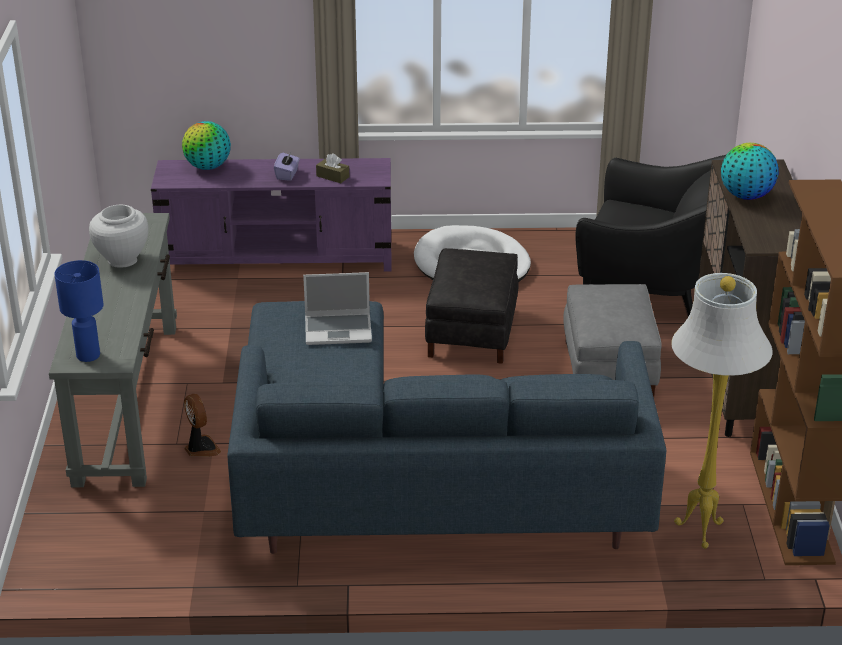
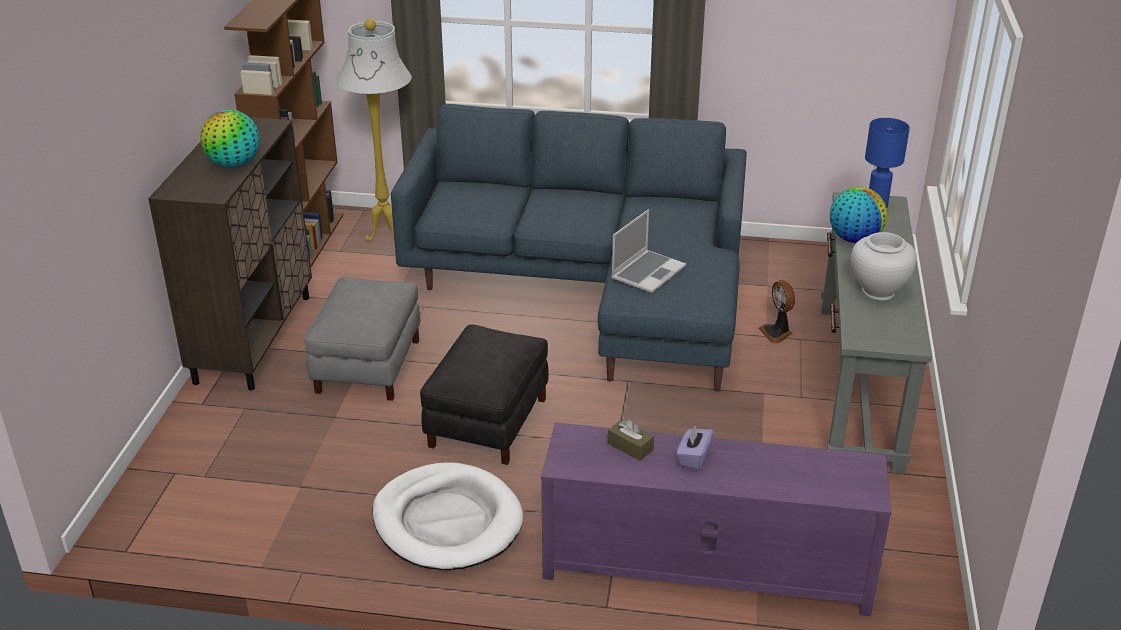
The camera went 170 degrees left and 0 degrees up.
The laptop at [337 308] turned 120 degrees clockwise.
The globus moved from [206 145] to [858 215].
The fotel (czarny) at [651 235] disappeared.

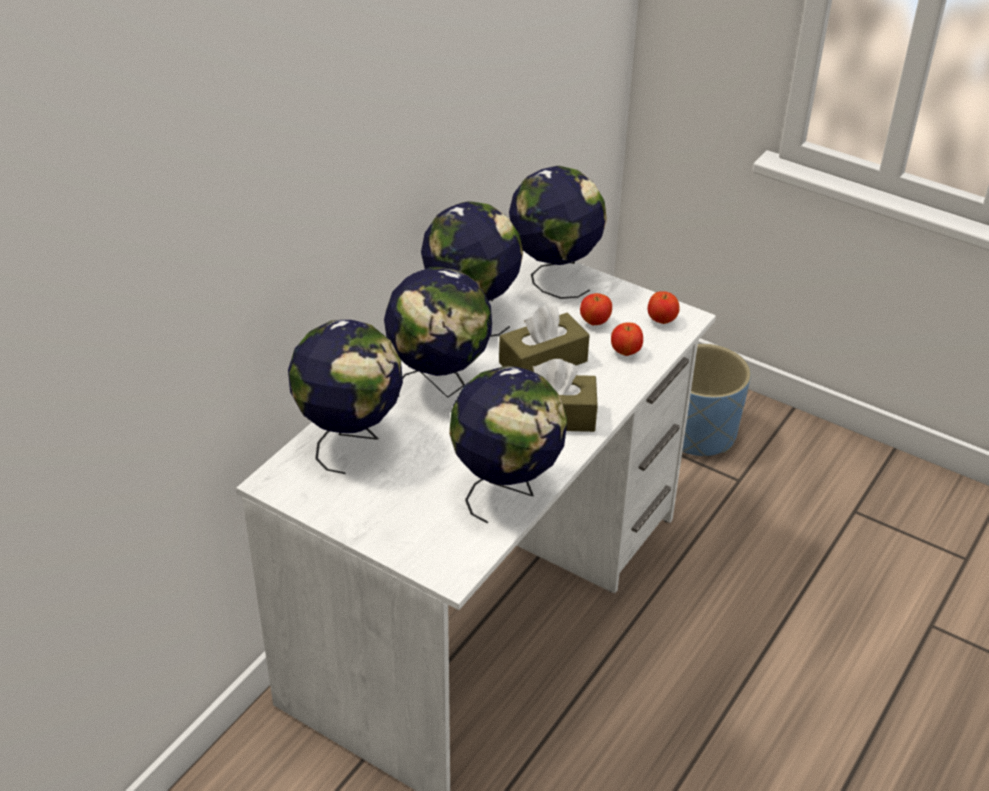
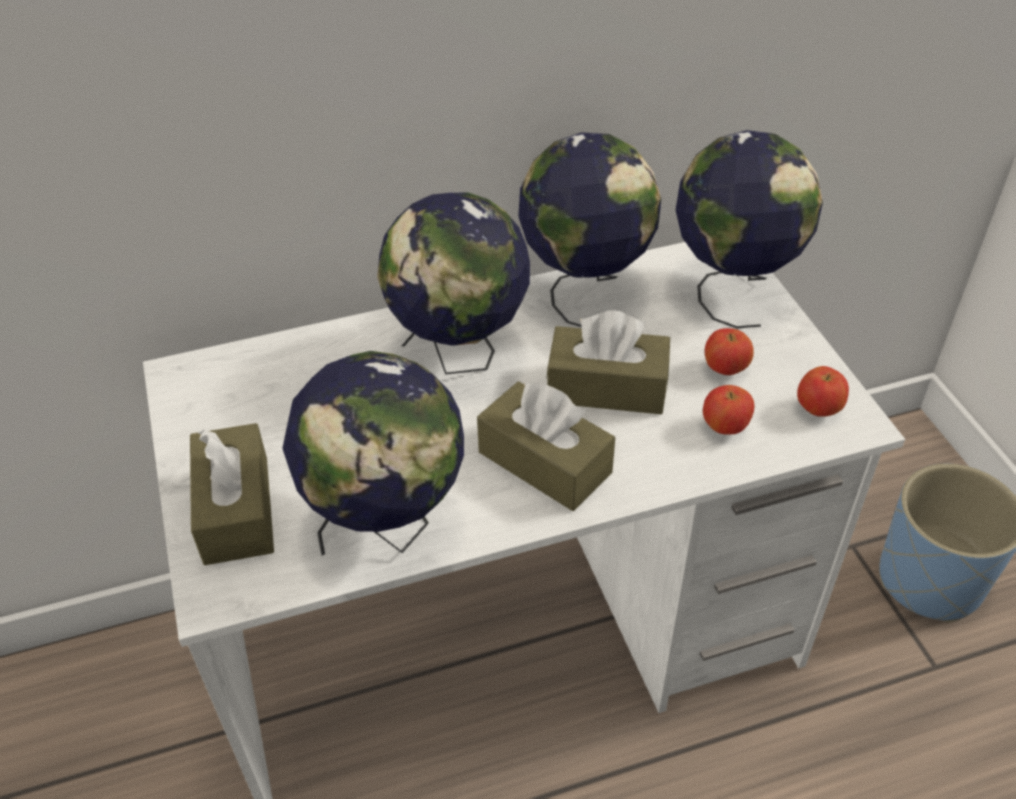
The camera went 40 degrees right and 5 degrees up.
The pudełko chusteczek (brązowy) at [232 494] appeared.
The globus at [345 397] disappeared.

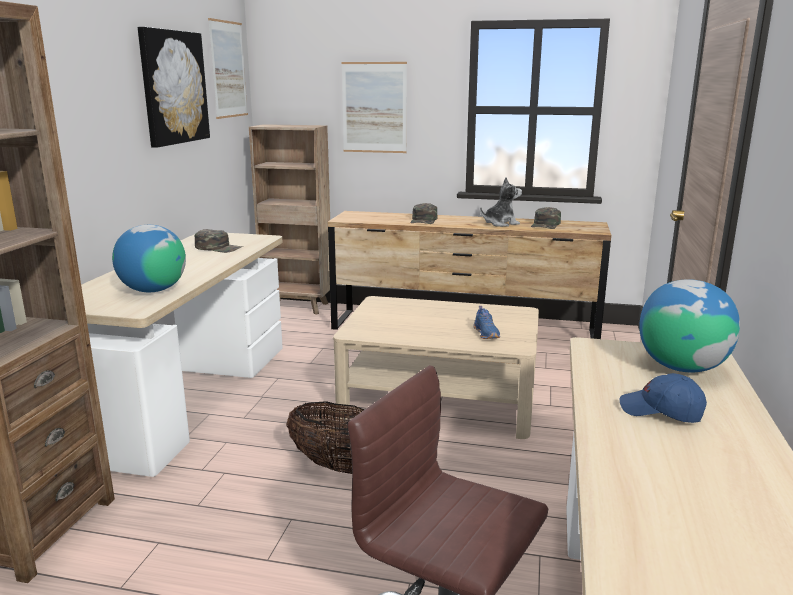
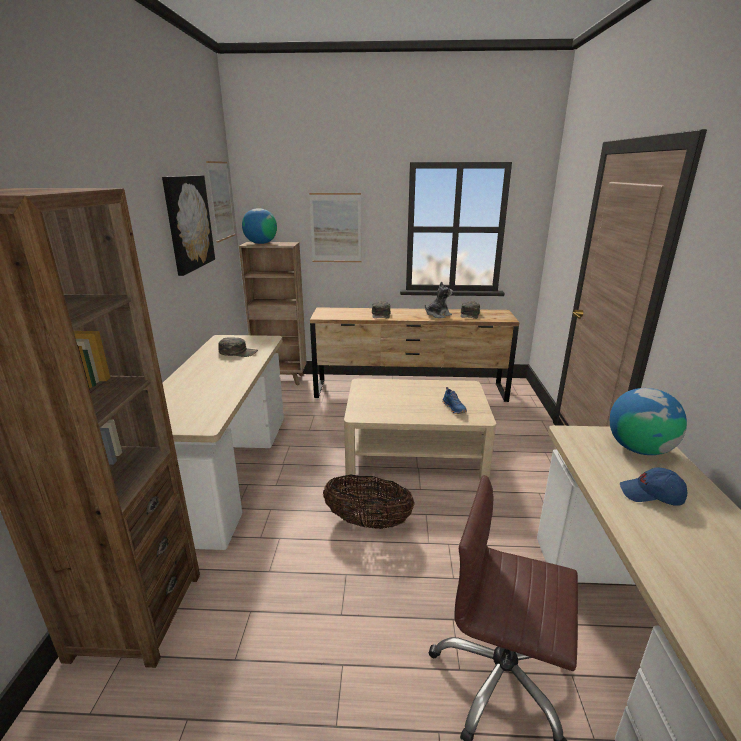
The camera went 10 degrees left and 5 degrees up.
The globus moved from [149 258] to [259 226].

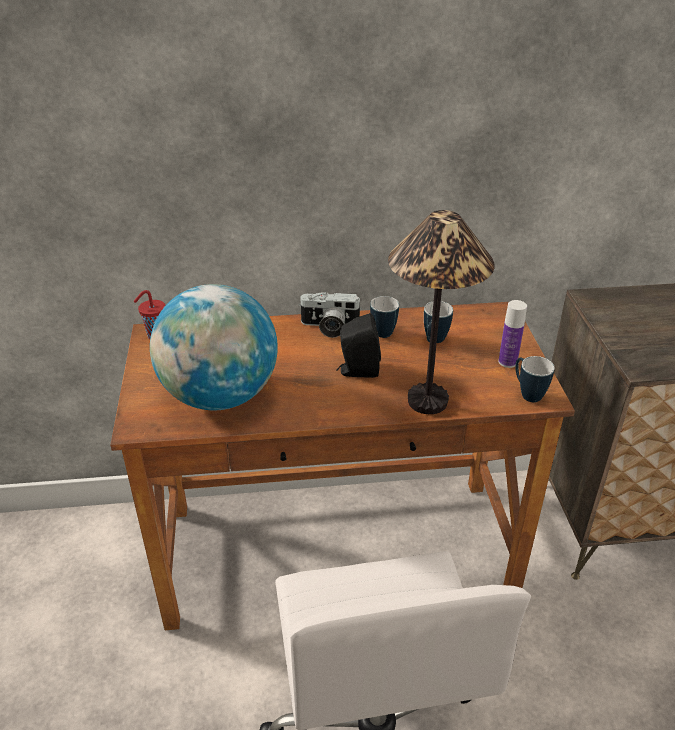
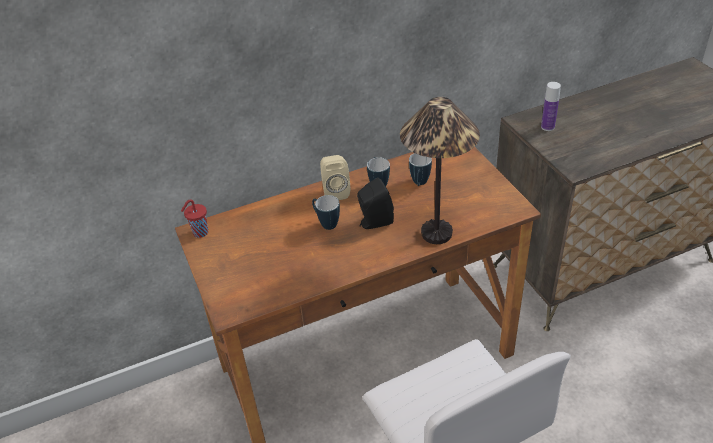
The camera went 15 degrees left and 5 degrees up.
The kubek moved from [535 379] to [326 212].
The aparat fotograficzny at [330 315] was replaced by the głośnik (beżowy) at [335 177].
The butelka moved from [512 334] to [551 106].
The globus at [214 347] disappeared.

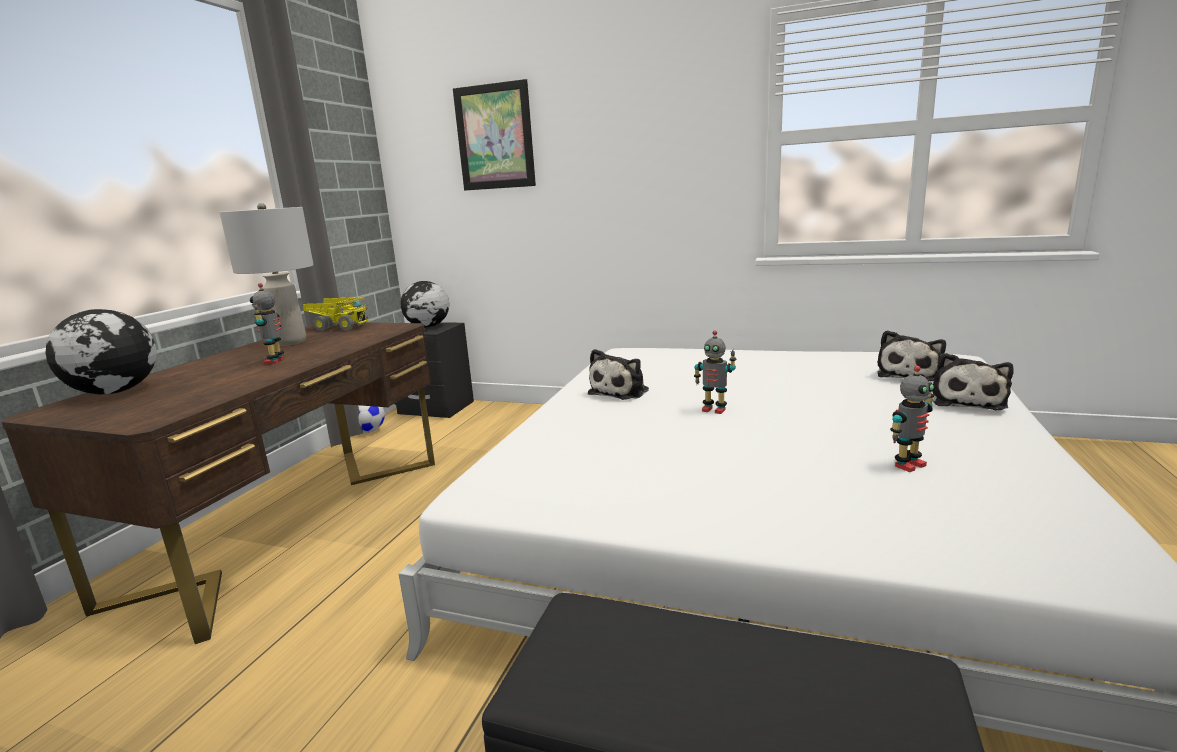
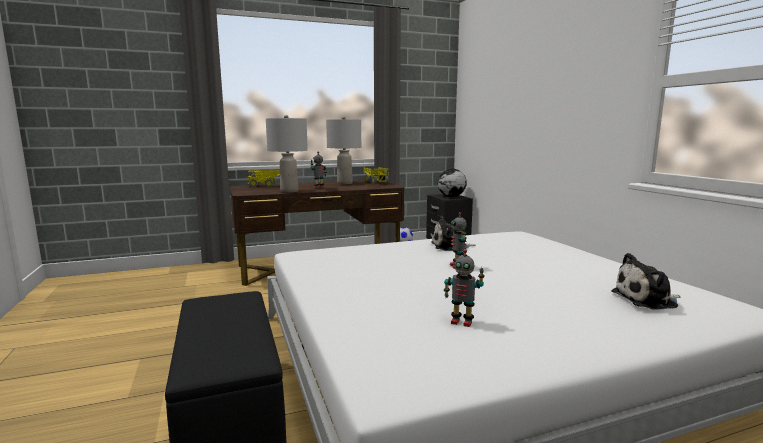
The camera went 50 degrees right and 5 degrees down.
The globus at [101 351] was replaced by the ciężarówka zabawkowa at [263 178].
The lampa stołowa (szary) at [287 154] appeared.
The obraz at [494 135] disappeared.
The pluszak at [973 381] disappeared.

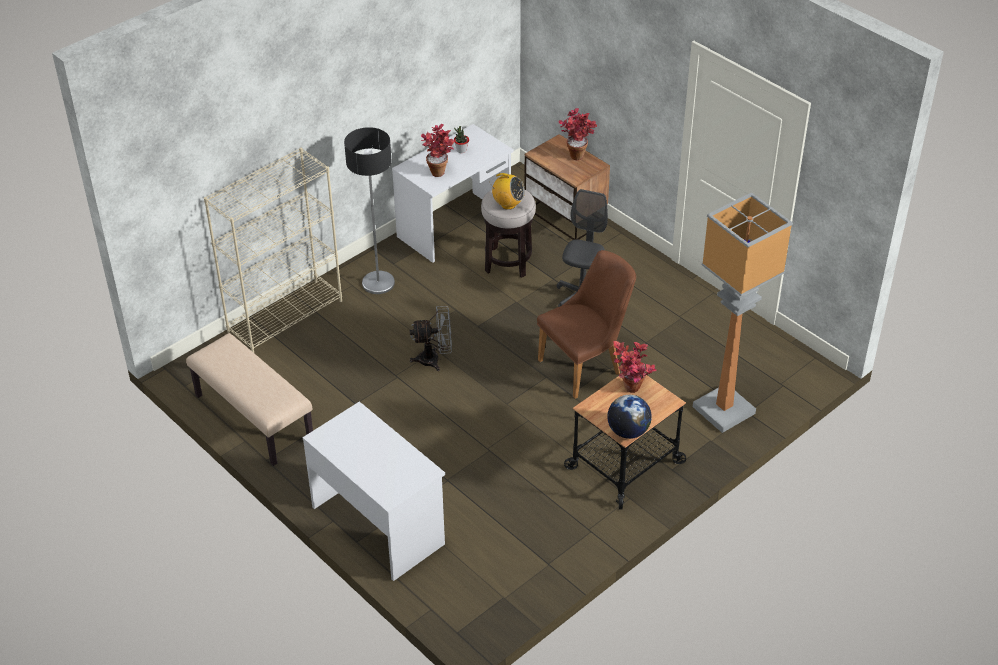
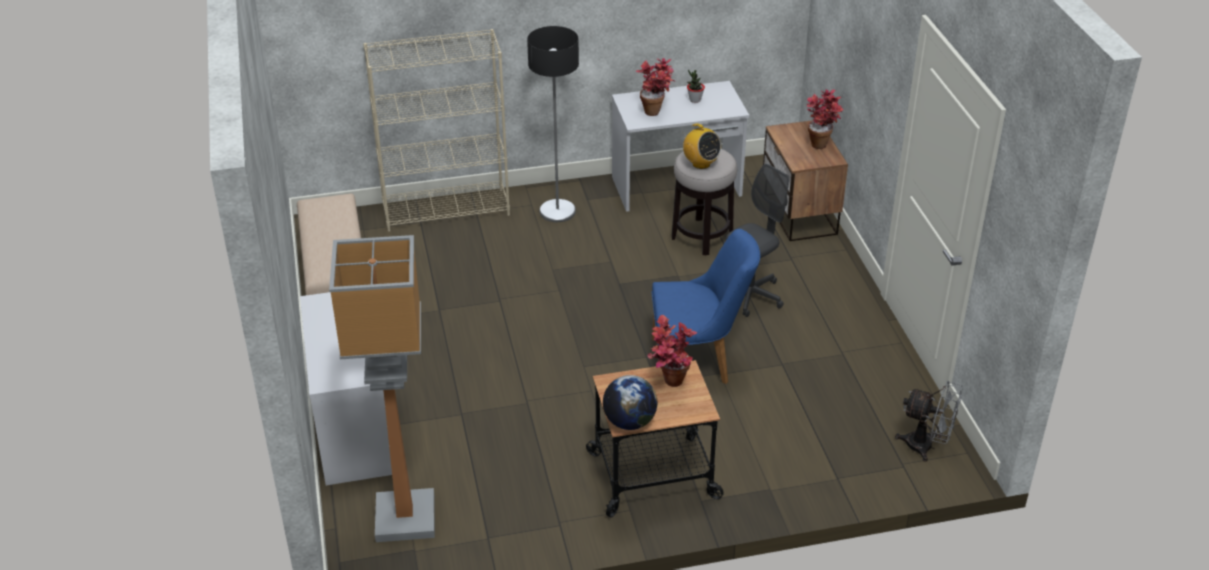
The camera went 30 degrees right and 5 degrees down.
The lampa stojąca moved from [743 312] to [382 388].
The krzesło (brązowy) at [586 324] became the krzesło (niebieski) at [705 306].
The wentylator (szary) moved from [431 338] to [929 421].

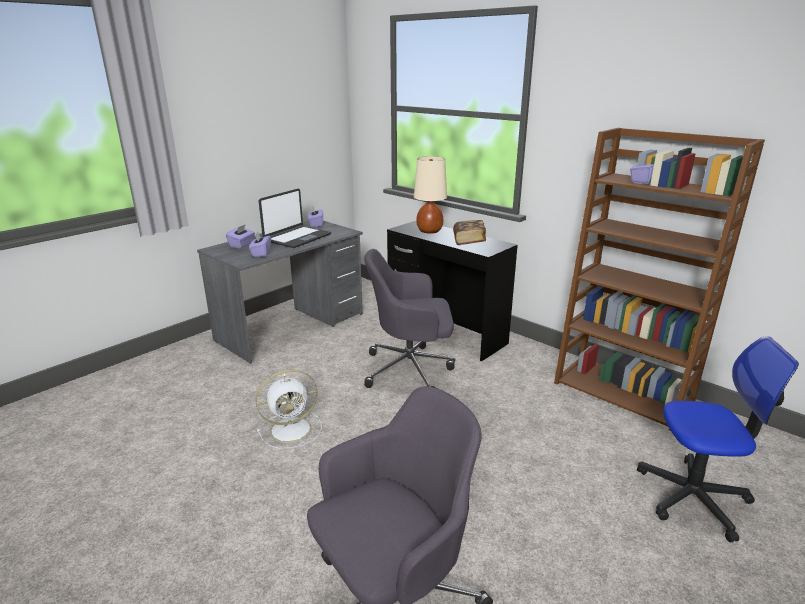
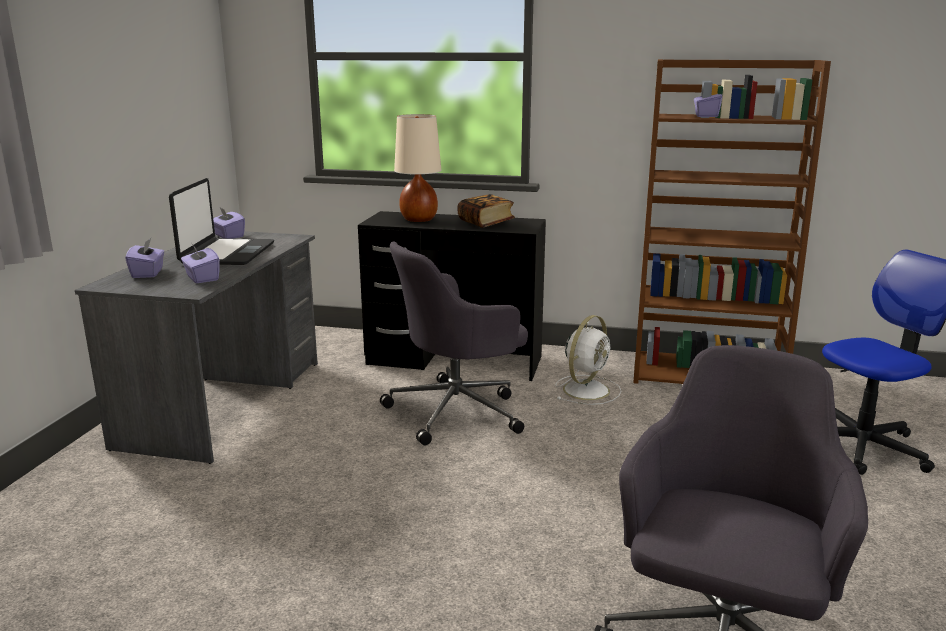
The camera went 30 degrees left and 5 degrees down.
The wentylator (biały) moved from [288 409] to [588 360].

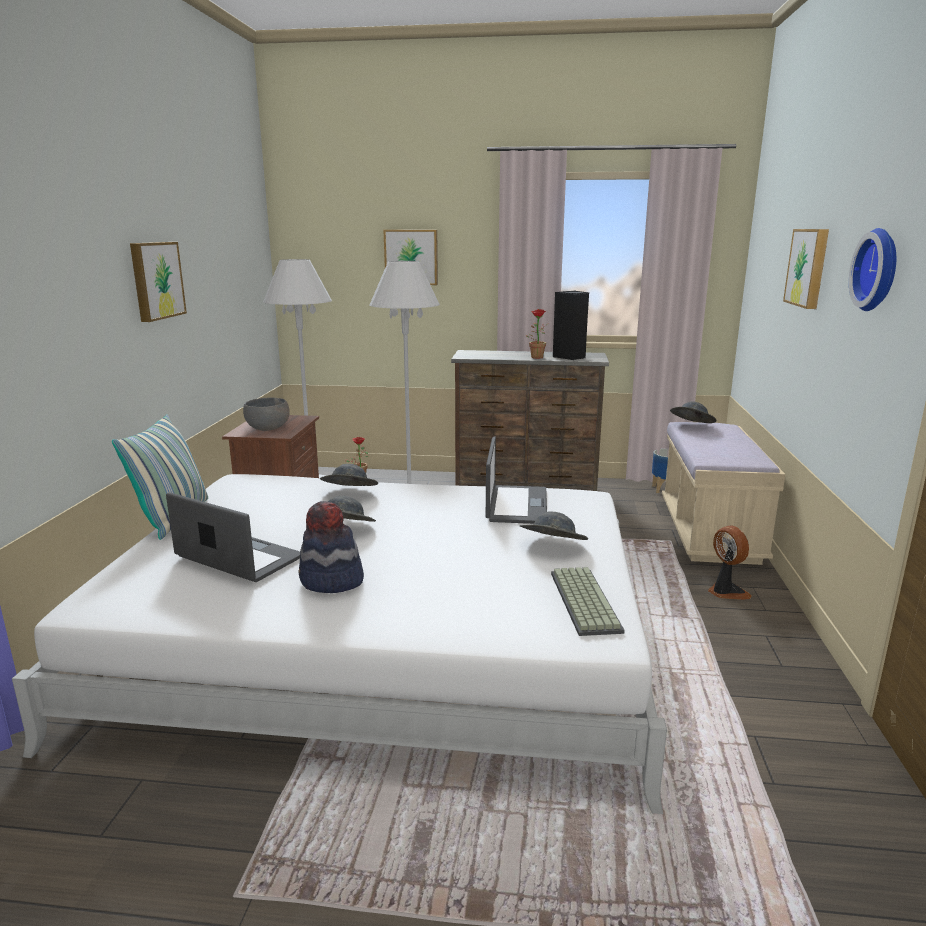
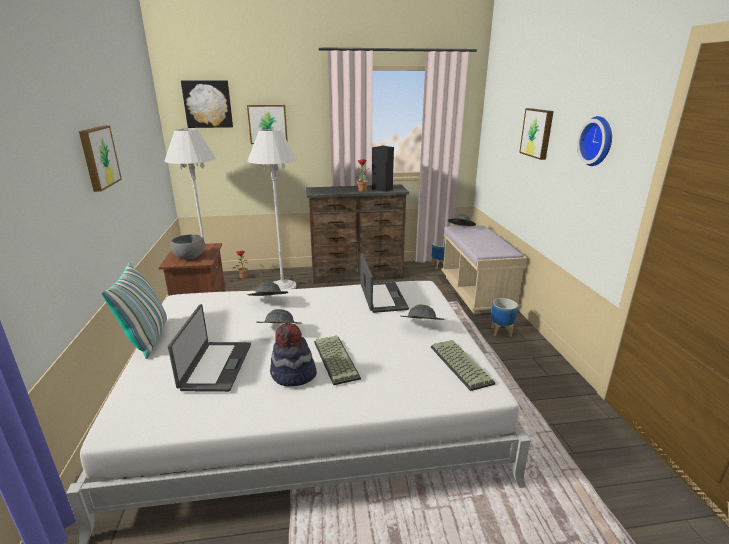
The camera went 15 degrees left and 5 degrees up.
The laptop at [233 537] turned 75 degrees clockwise.
The obraz at [207 104] appeared.
The klawiatura at [337 360] appeared.
The wentylator at [730 563] was replaced by the donica at [504 317].

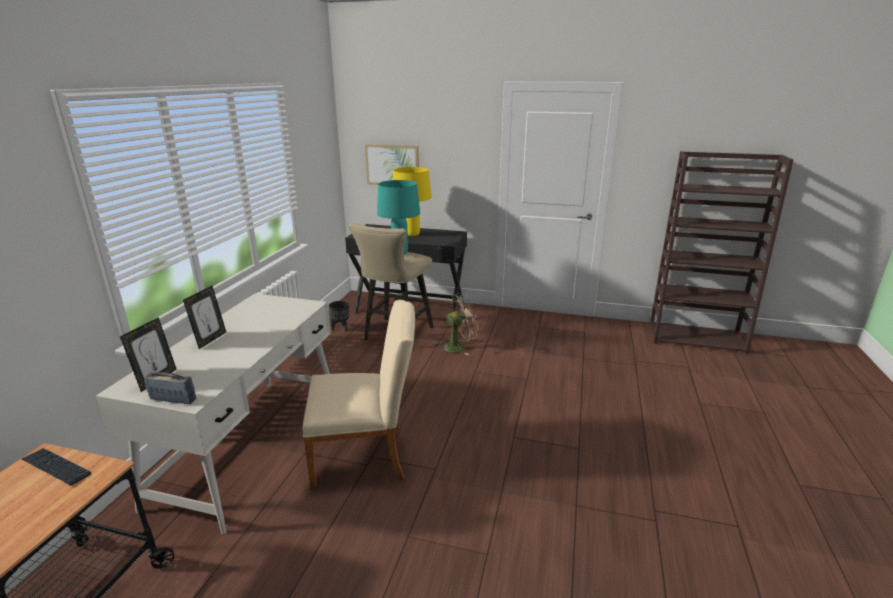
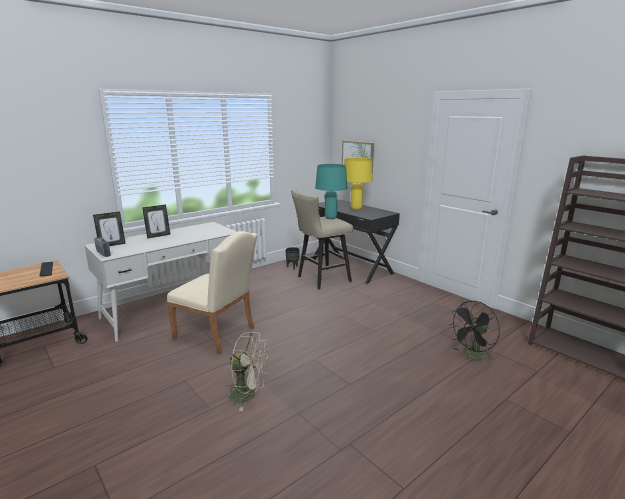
The camera went 35 degrees right and 5 degrees down.
The wentylator (beżowy) moved from [459 324] to [247 372].
The wentylator (czarny) at [474 332] appeared.

